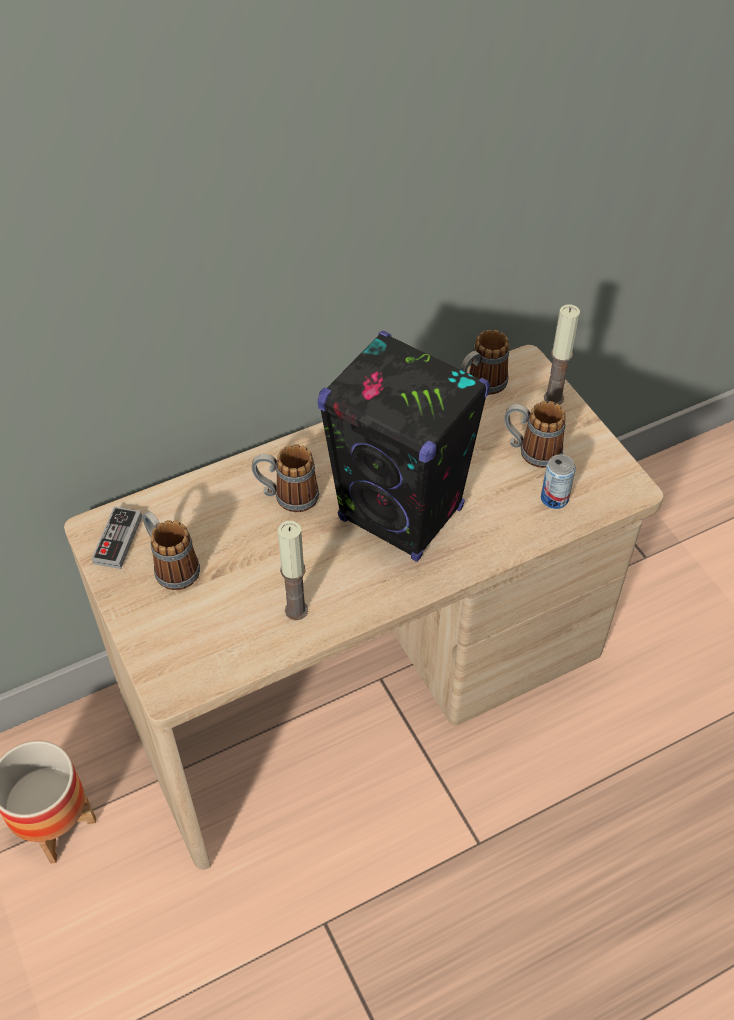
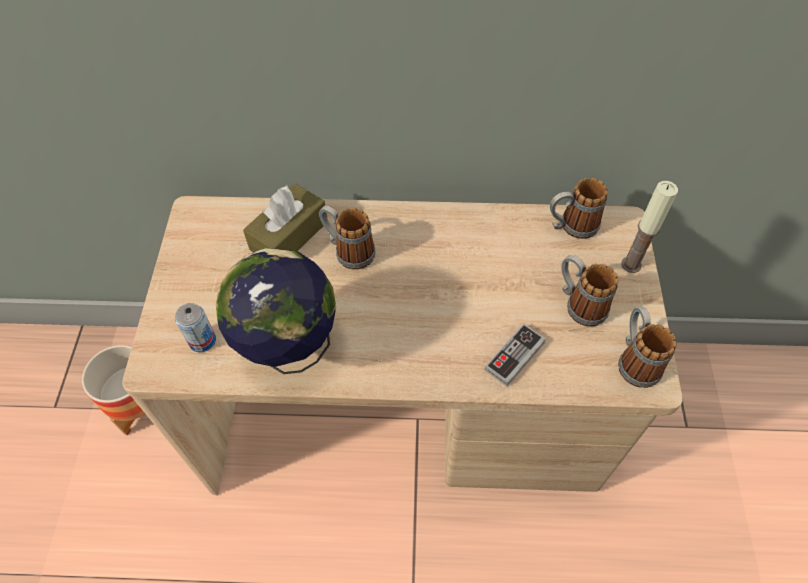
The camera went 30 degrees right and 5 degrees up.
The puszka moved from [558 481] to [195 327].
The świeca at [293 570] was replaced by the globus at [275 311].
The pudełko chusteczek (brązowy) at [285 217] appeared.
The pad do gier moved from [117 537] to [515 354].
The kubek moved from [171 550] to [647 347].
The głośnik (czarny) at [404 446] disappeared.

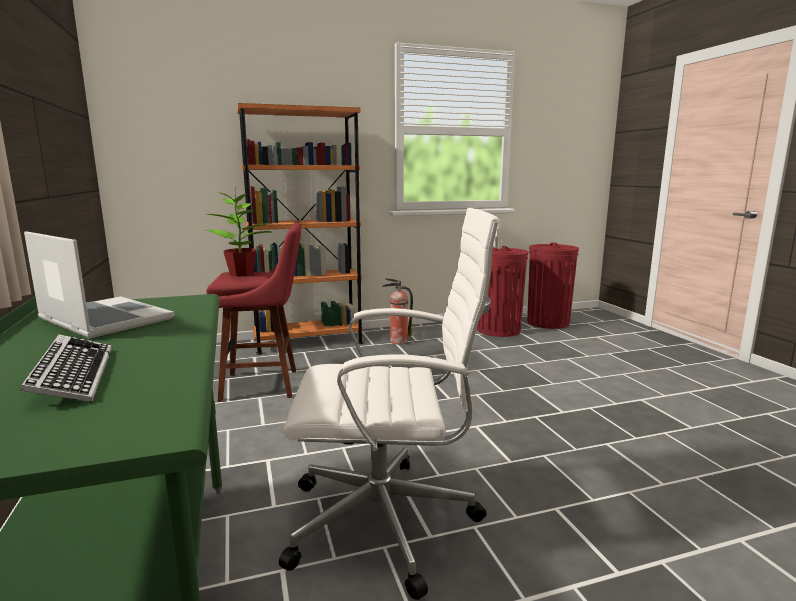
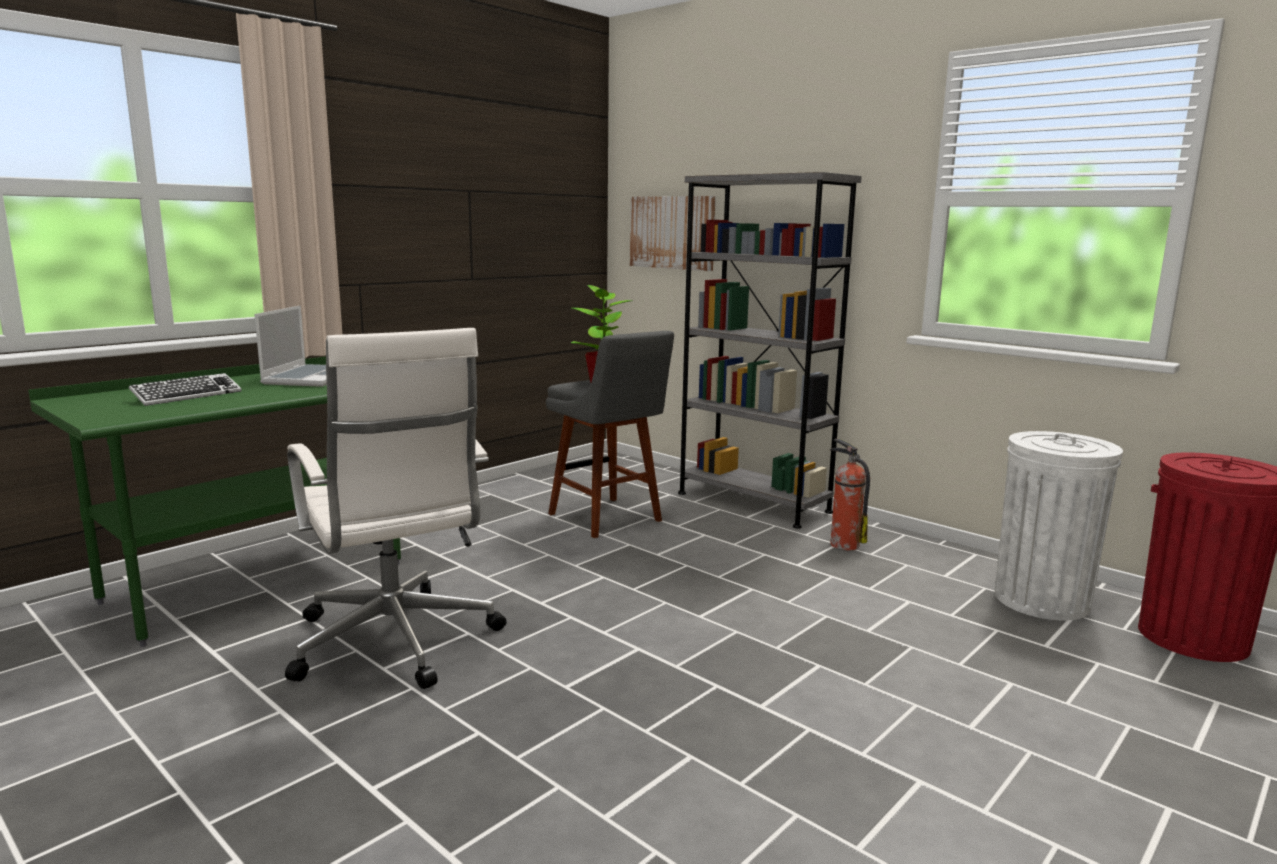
The camera went 60 degrees right and 0 degrees up.
The stołek (czerwony) at [253 312] became the stołek (szary) at [610 434].
The obraz at [673 233] appeared.
The regał (pomarańczowy) at [300 229] became the regał (szary) at [770 350].
The kosz na śmieci (czerwony) at [502 291] became the kosz na śmieci (biały) at [1059 525].

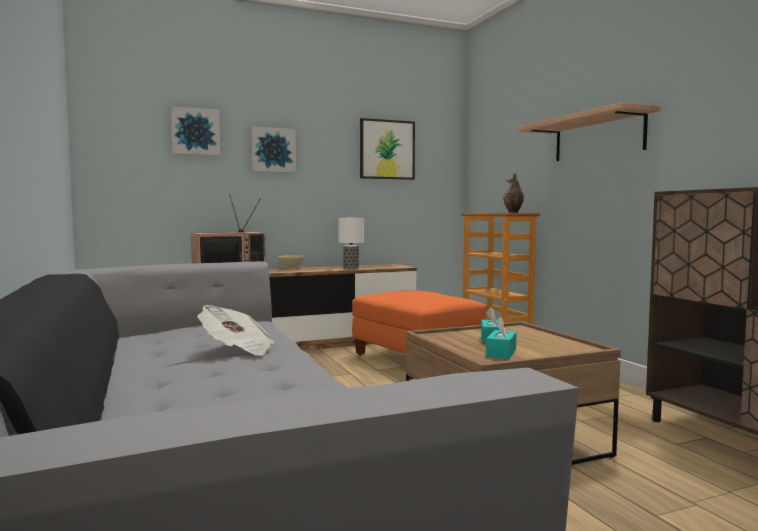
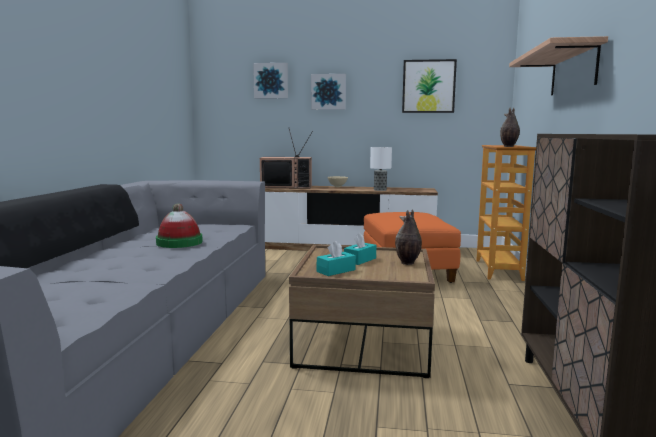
The camera went 30 degrees right and 5 degrees up.
The gazeta at [235 330] was replaced by the kapelusz at [179 225].
The wazon at [408 237] appeared.

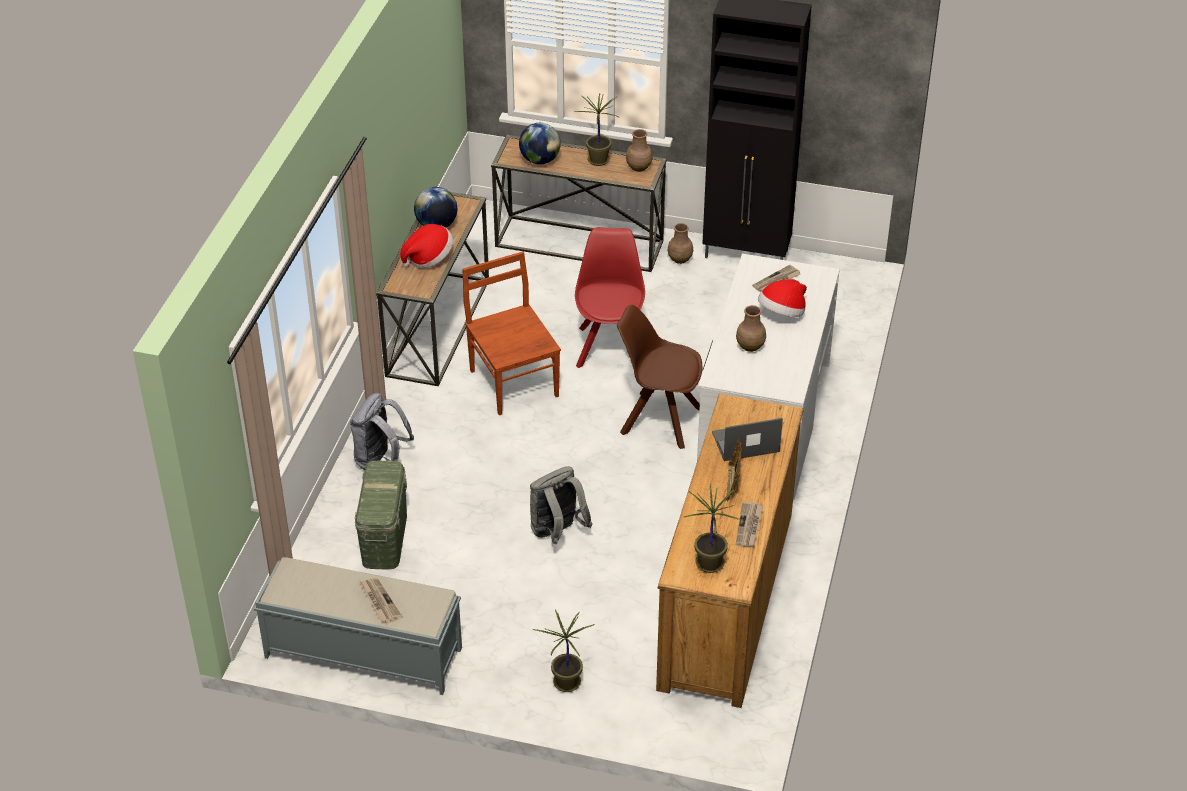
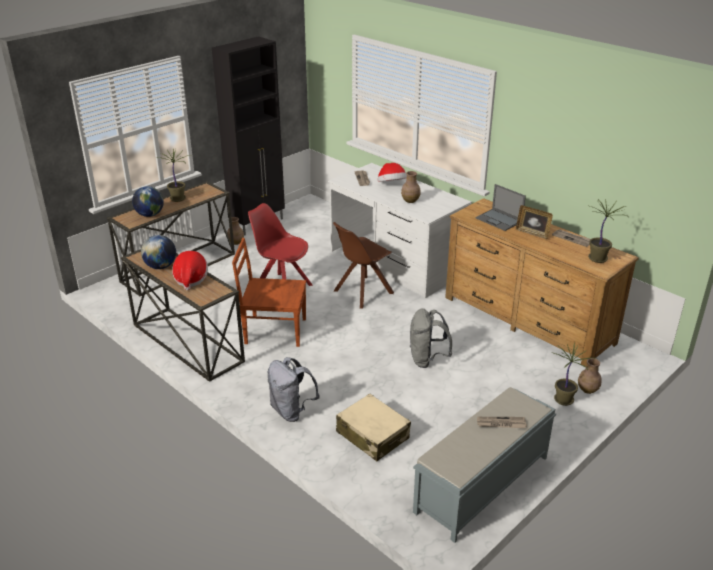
The camera went 60 degrees left and 10 degrees down.
The pojemnik do przechowywania (zielony) at [381 515] was replaced by the walizka (beżowy) at [373 427].
The laptop at [747 439] turned 60 degrees counterclockwise.
The wazon (brązowy) moved from [639 150] to [590 376].

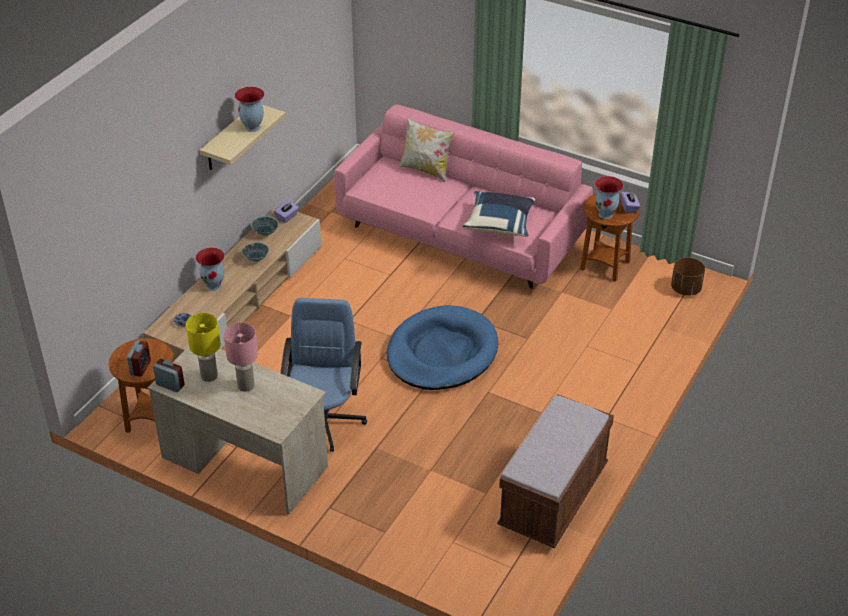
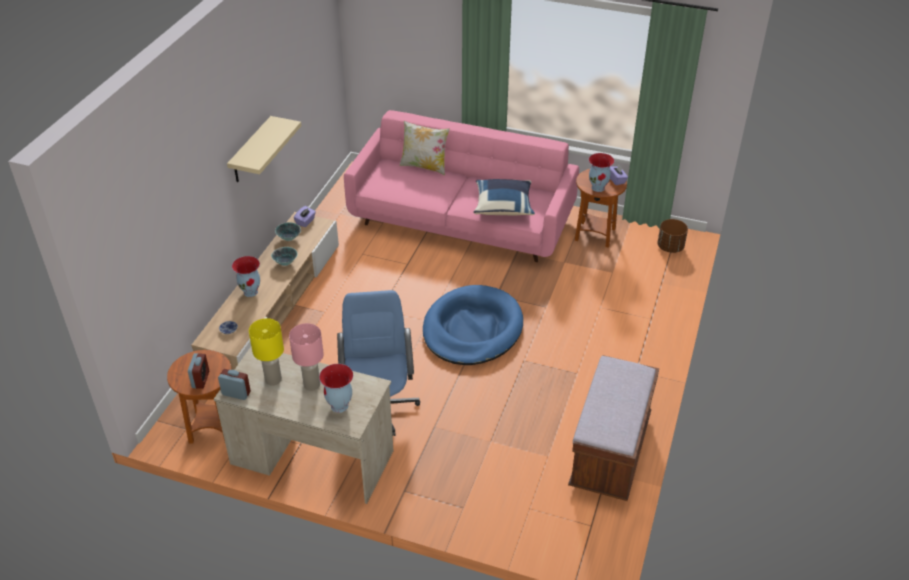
The camera went 10 degrees left and 0 degrees up.
The wazon moved from [249 109] to [336 388].

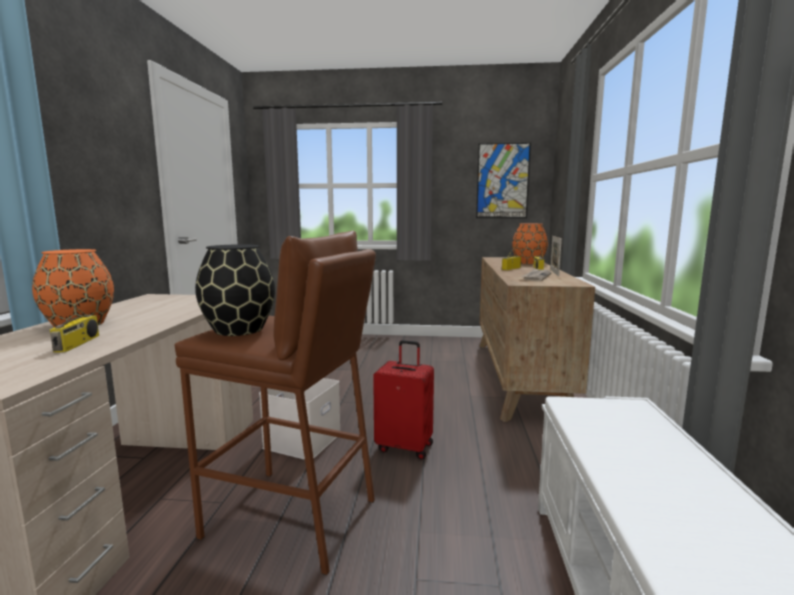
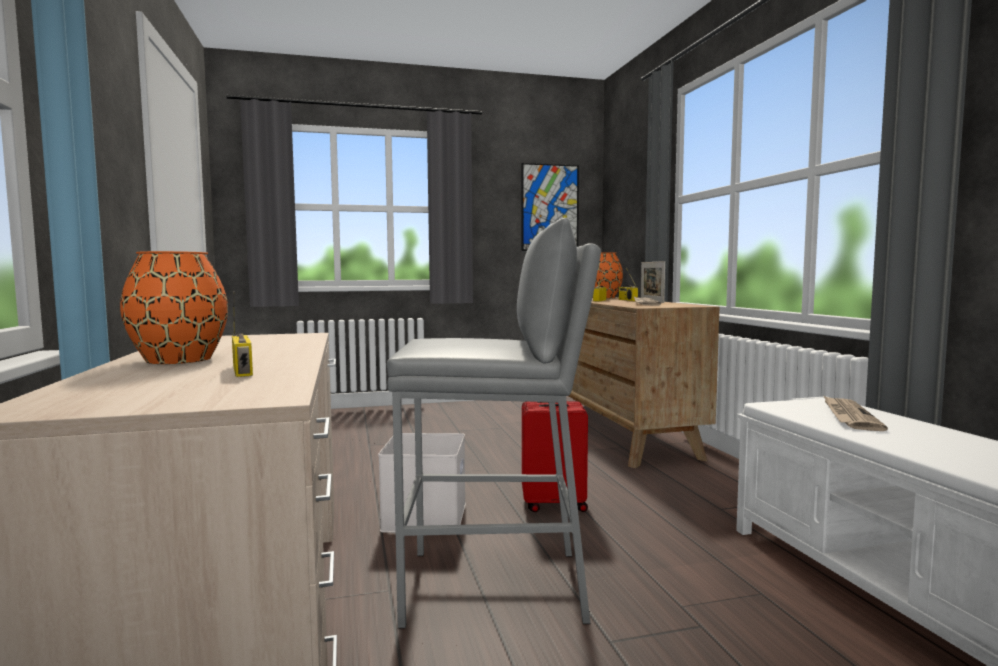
The camera went 20 degrees left and 5 degrees down.
The stołek (brązowy) at [275 403] became the stołek (szary) at [494 423].
The gazeta at [855 413] appeared.
The wazon (czarny) at [235 290] disappeared.

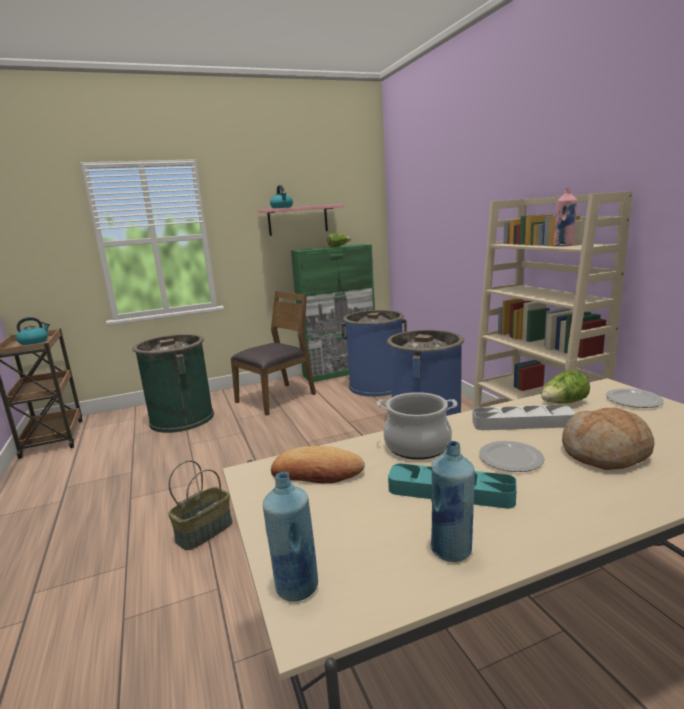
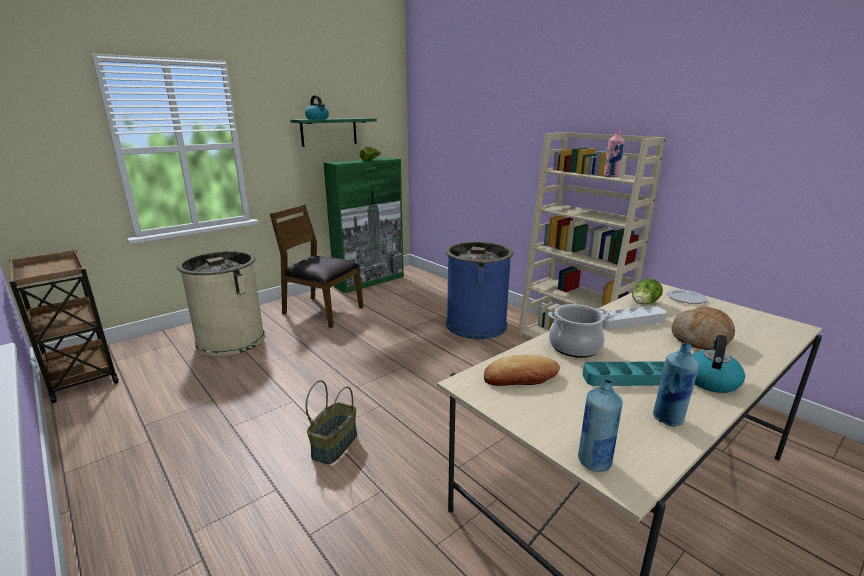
The camera went 20 degrees left and 5 degrees up.
The kosz na śmieci (zielony) at [173 383] became the kosz na śmieci (beżowy) at [221 303].
The krzesło (brązowy) at [273 353] turned 90 degrees counterclockwise.
The półka (różowy) at [300 220] became the półka (zielony) at [333 132].
The czajnik moved from [33 331] to [718 364].
The kosz na śmieci (niebieski) at [374 353] disappeared.
The talerz at [512 456] disappeared.

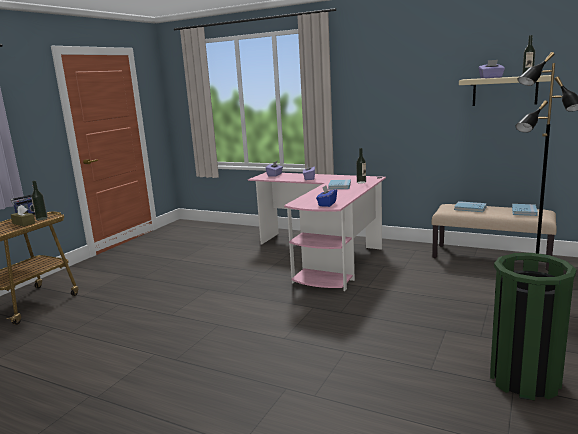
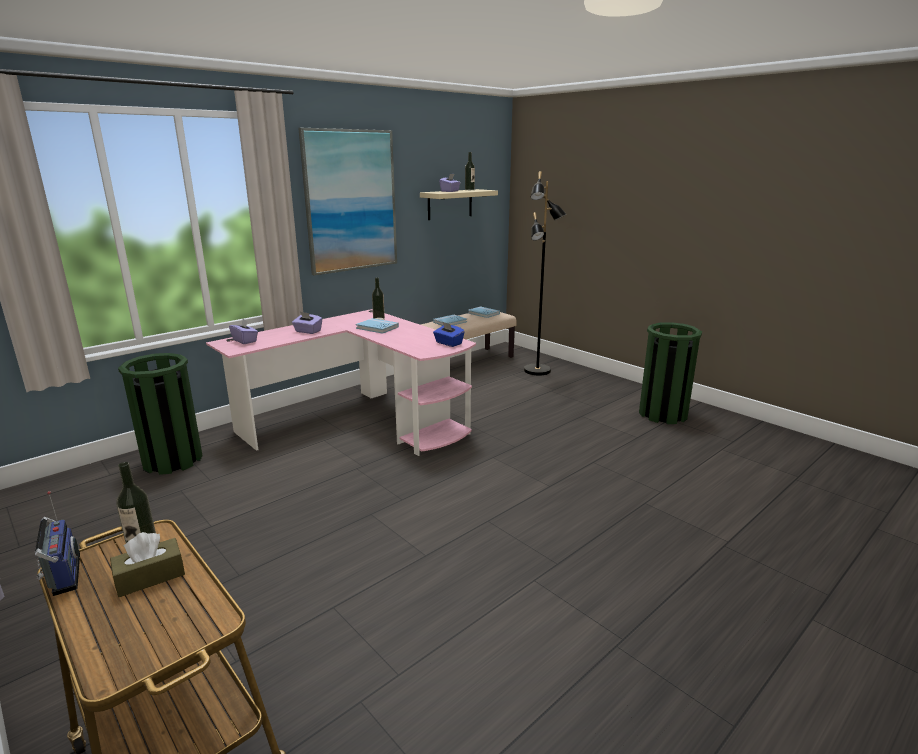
The camera went 70 degrees left and 5 degrees up.
The kosz na śmieci (zielony) at [160 414] appeared.
The obraz at [347 202] appeared.

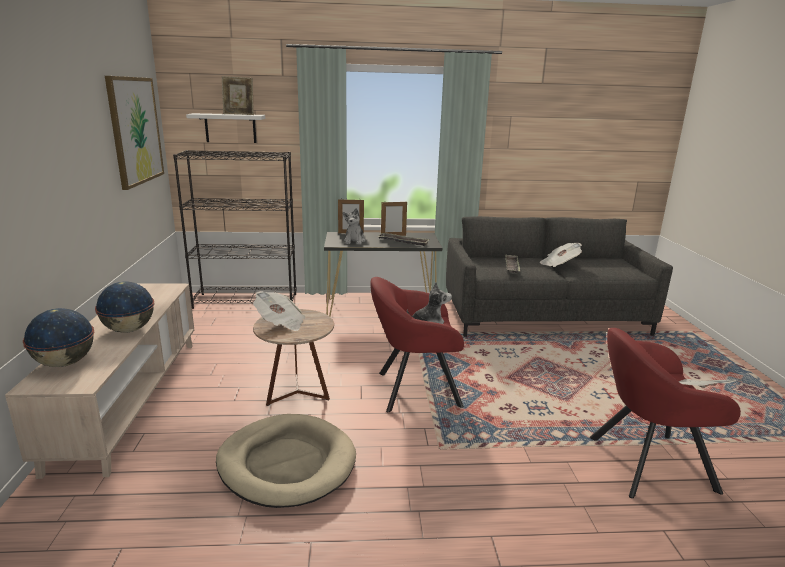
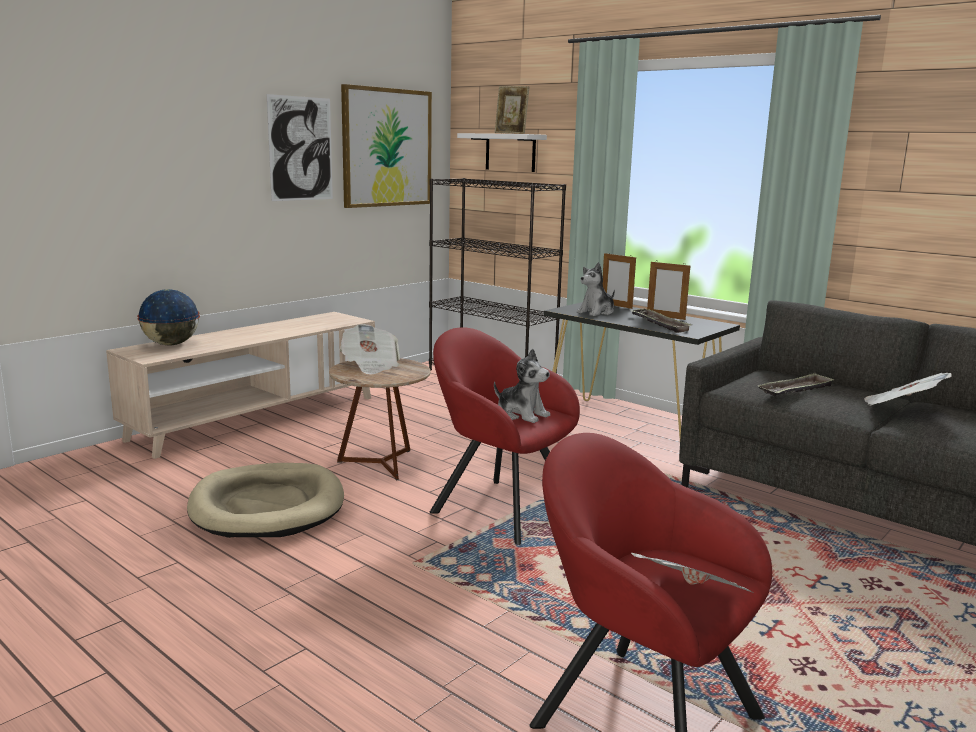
The camera went 45 degrees right and 5 degrees down.
The obraz at [300 147] appeared.
The globus at [124 307] disappeared.

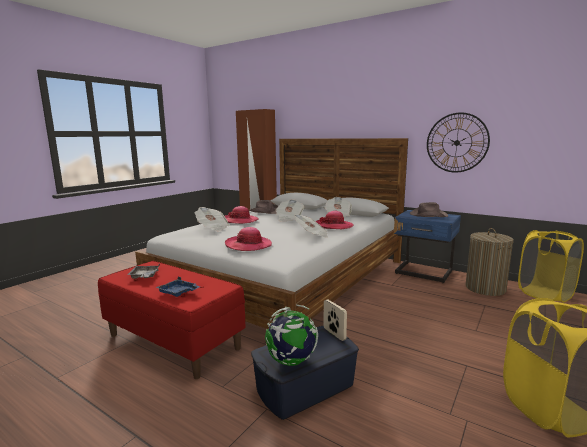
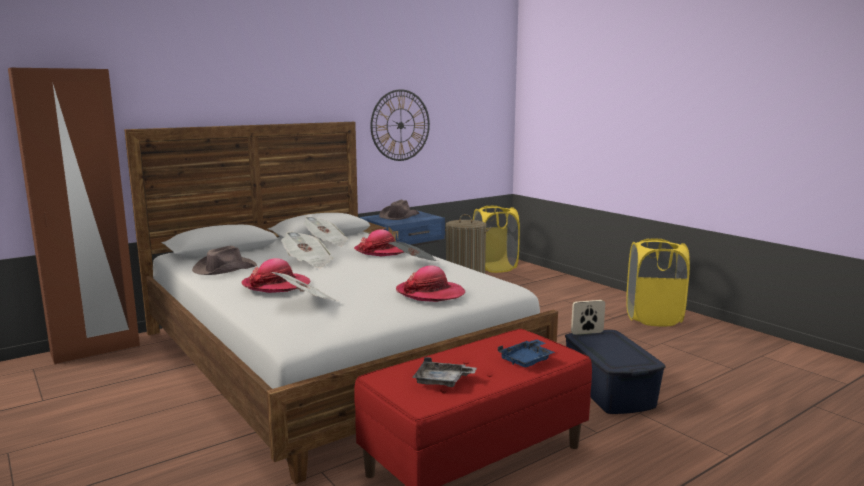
The camera went 70 degrees left and 0 degrees up.
The globus at [291 335] disappeared.

